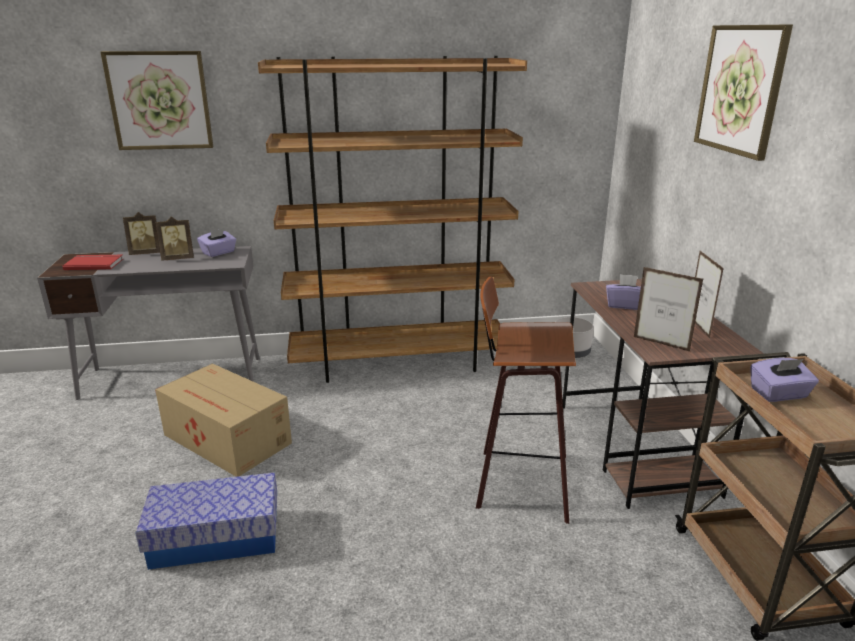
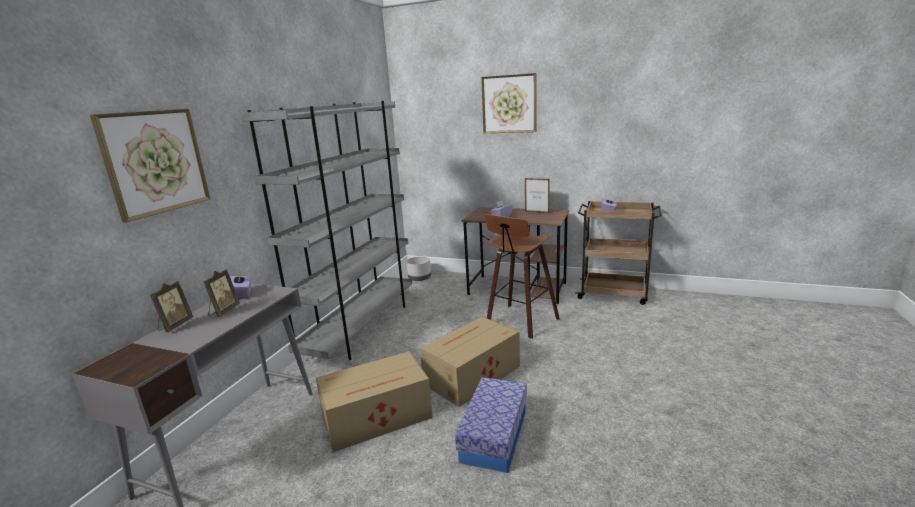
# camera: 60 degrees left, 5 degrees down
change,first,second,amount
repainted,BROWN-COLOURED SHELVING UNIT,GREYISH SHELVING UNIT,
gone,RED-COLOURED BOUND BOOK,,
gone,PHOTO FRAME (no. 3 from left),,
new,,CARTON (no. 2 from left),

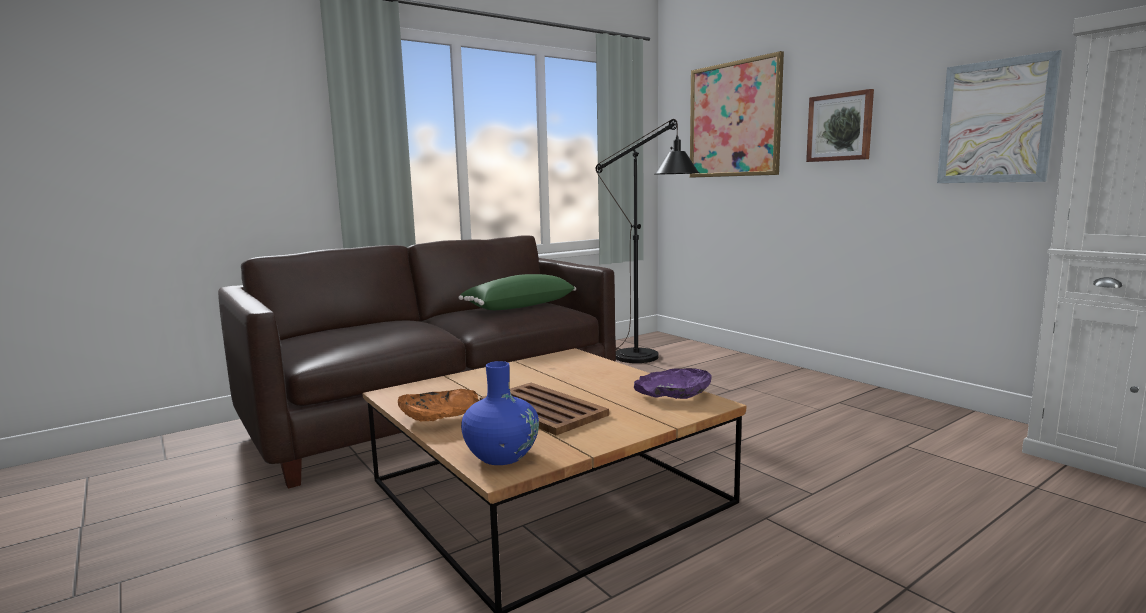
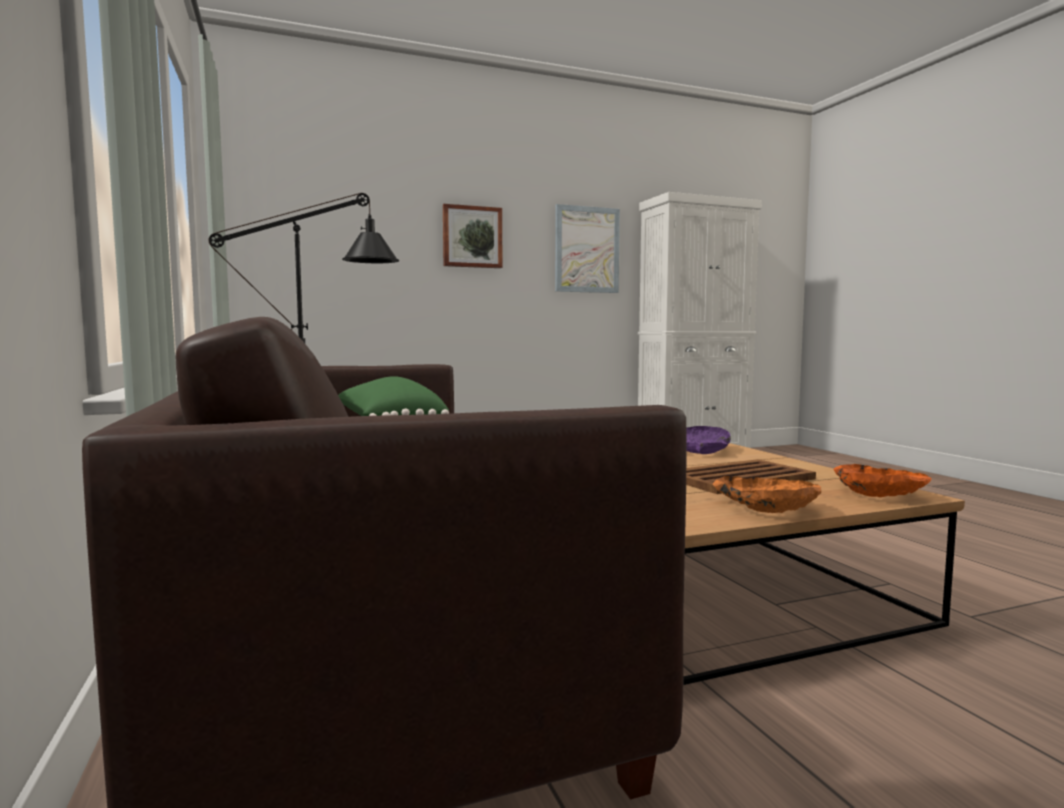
# camera: 75 degrees left, 5 degrees down
change,first,second,amount
gone,WALL ART (no. 1 from left),,
swapped,BLUE VASE,ORANGE-COLOURED DEEP DISH (no. 2 from left),

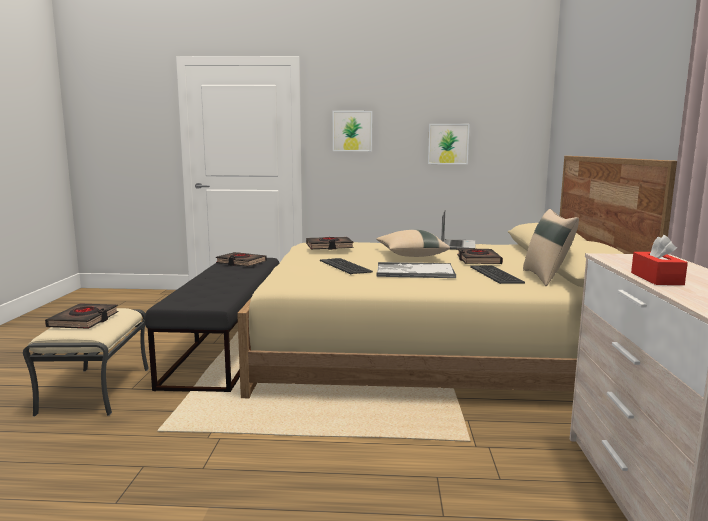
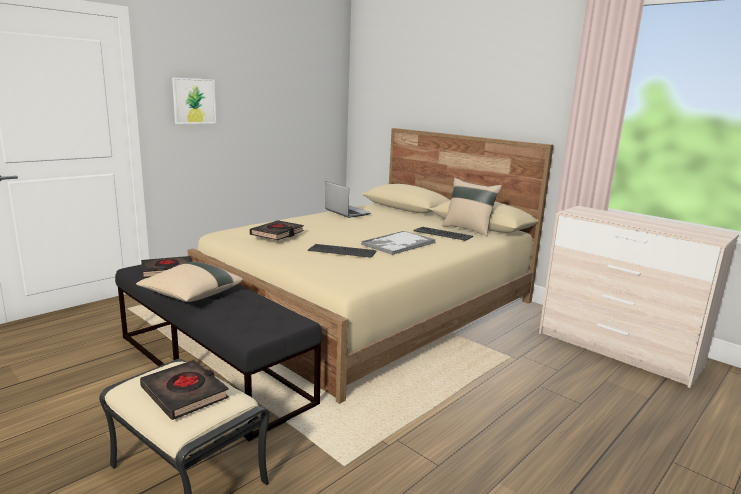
# camera: 50 degrees left, 5 degrees up
change,first,second,amount
gone,WALL ART (no. 2 from left),,
shifted,BEIGE THROW PILLOW (no. 1 from left),,
gone,RED-COLOURED BOX OF TISSUES,,
gone,BLACKISH BOUND BOOK (no. 4 from left),,

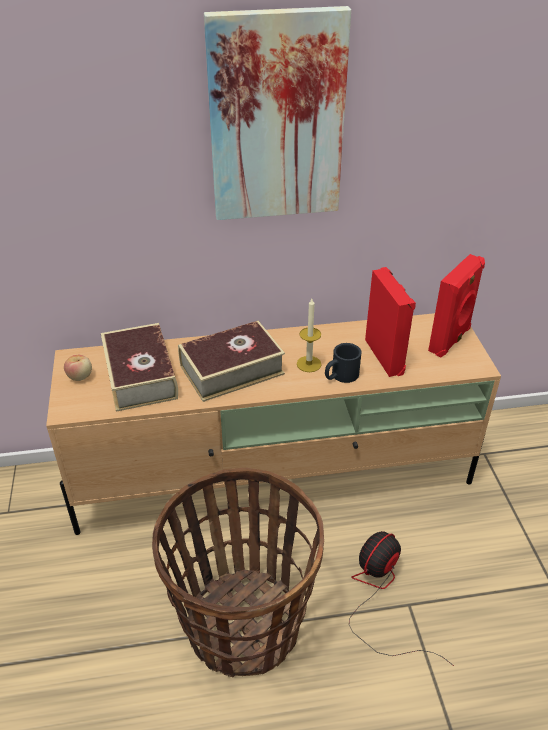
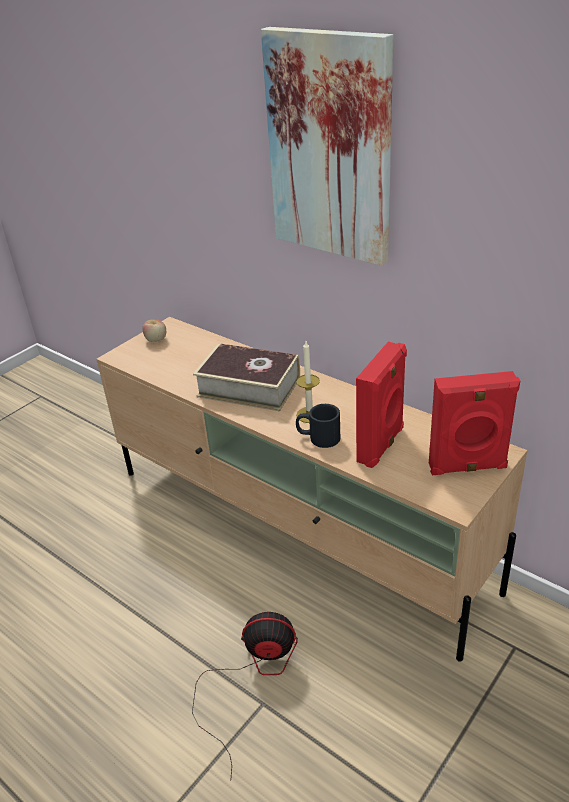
# camera: 50 degrees right, 5 degrees down
change,first,second,amount
gone,BOUND BOOK (no. 1 from left),,
gone,HOUSEHOLD BASKET,,

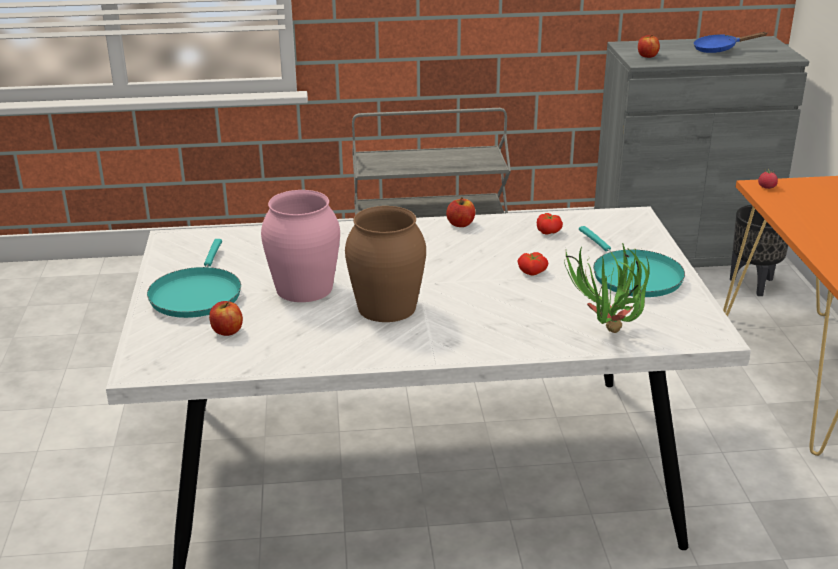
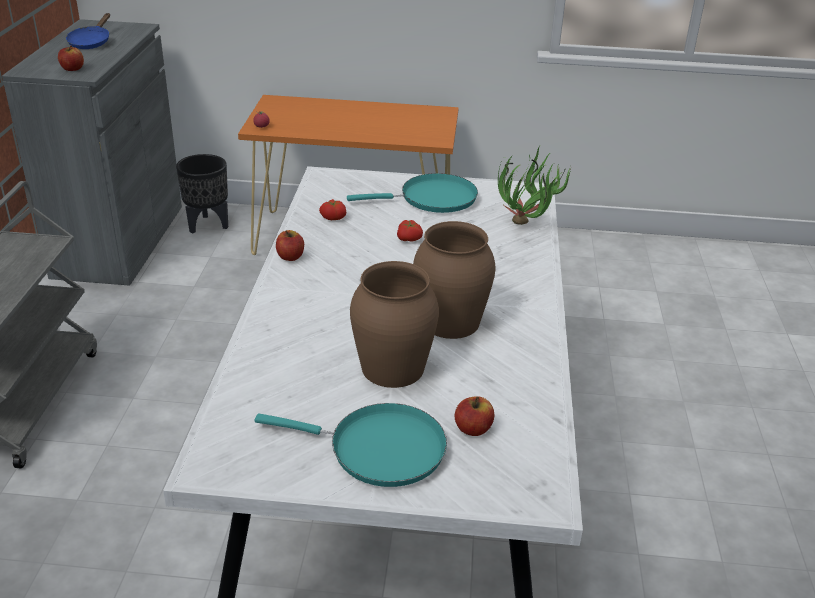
# camera: 80 degrees left, 5 degrees up
change,first,second,amount
repainted,PINK-COLOURED VASE,BROWN-COLOURED VASE (no. 1 from left),

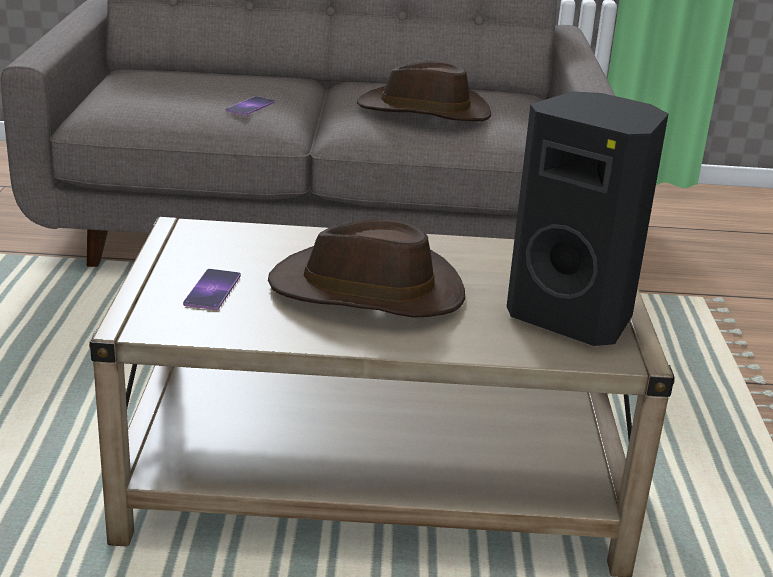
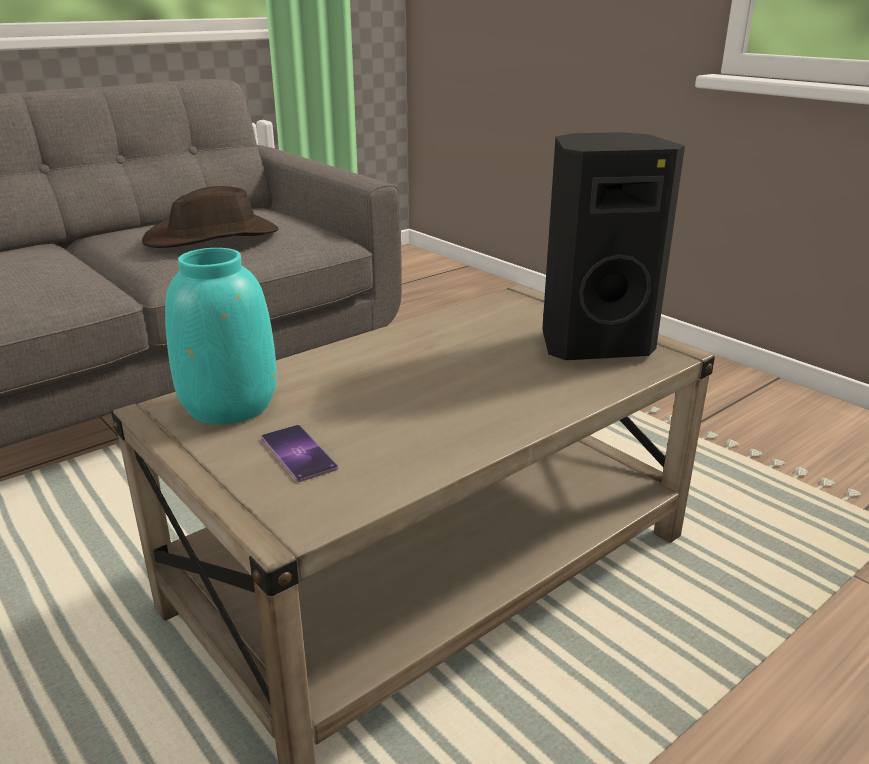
# camera: 40 degrees left, 0 degrees up
change,first,second,amount
gone,PHONE (no. 2 from left),,
gone,BROWN-COLOURED CLOTHING HAT (no. 1 from left),,
new,,TURQUOISE VASE,

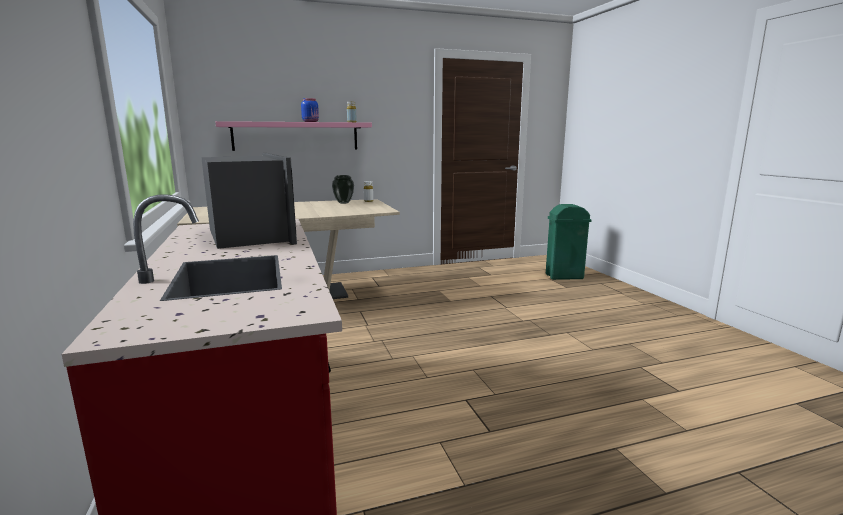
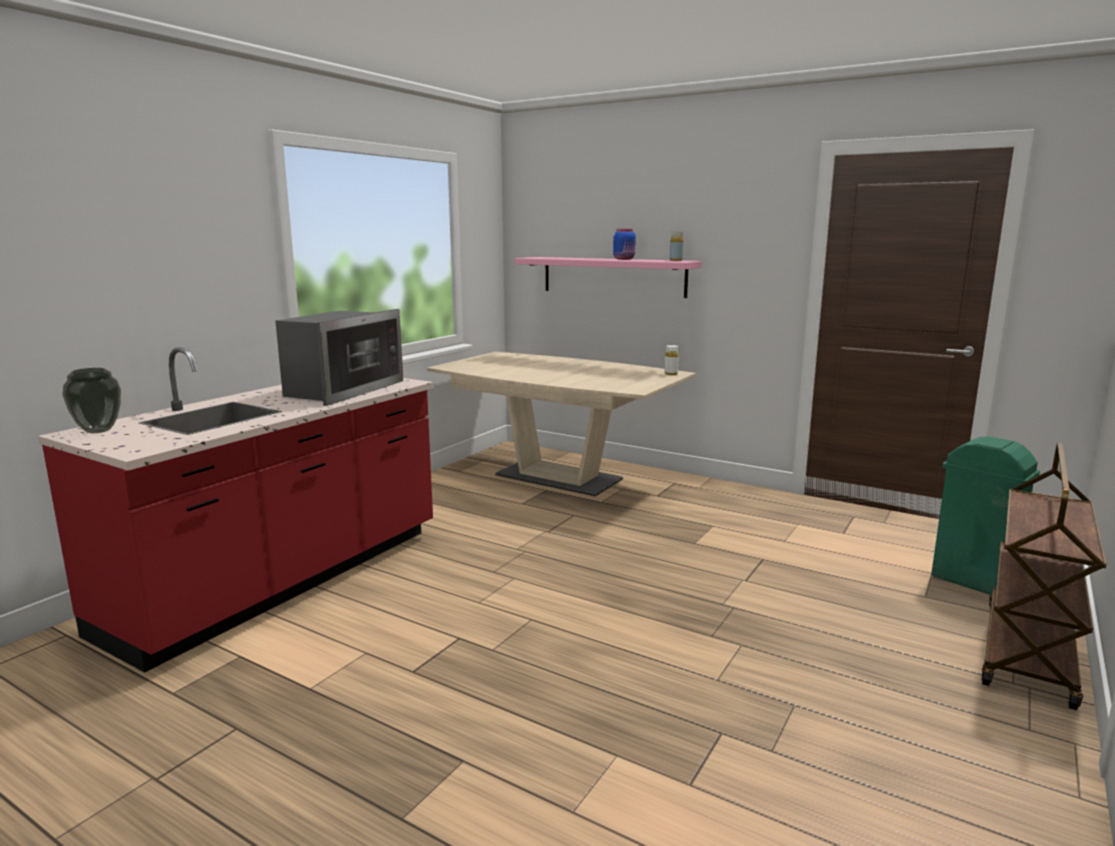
# camera: 50 degrees right, 0 degrees up
change,first,second,amount
shifted,VASE,,
new,,BROWN-COLOURED WHEELED CART,

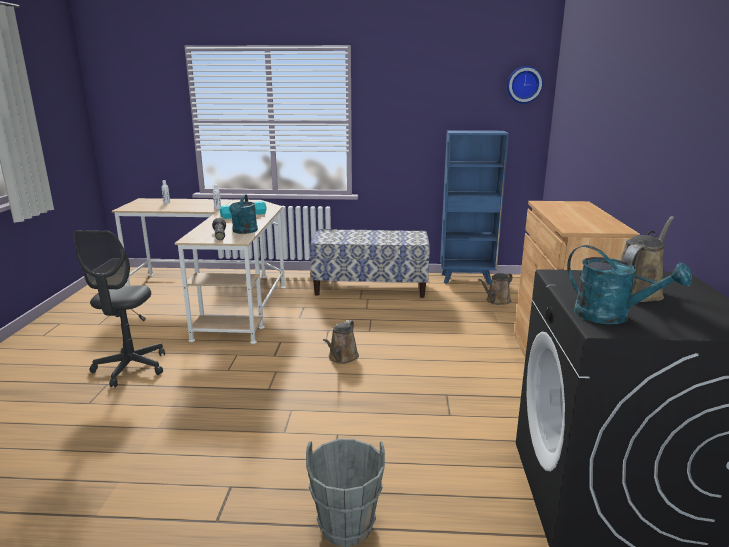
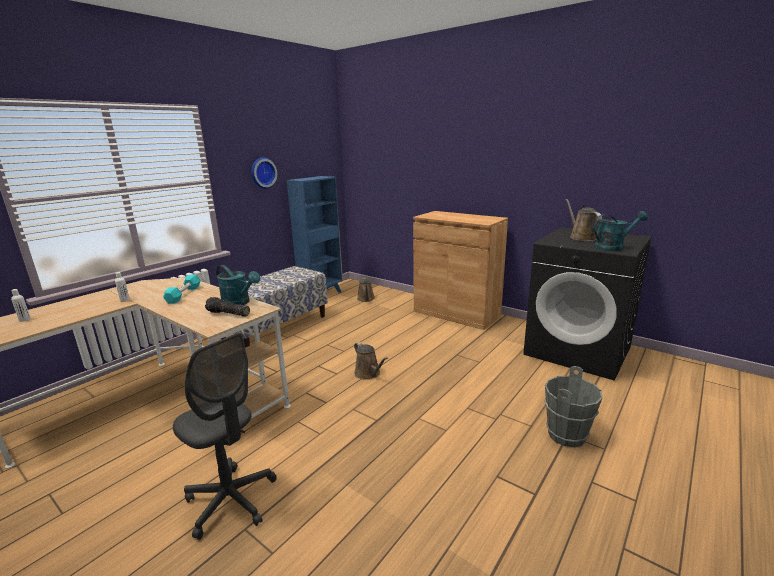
# camera: 55 degrees left, 0 degrees up
change,first,second,amount
shifted,HANGING CLOCK,,

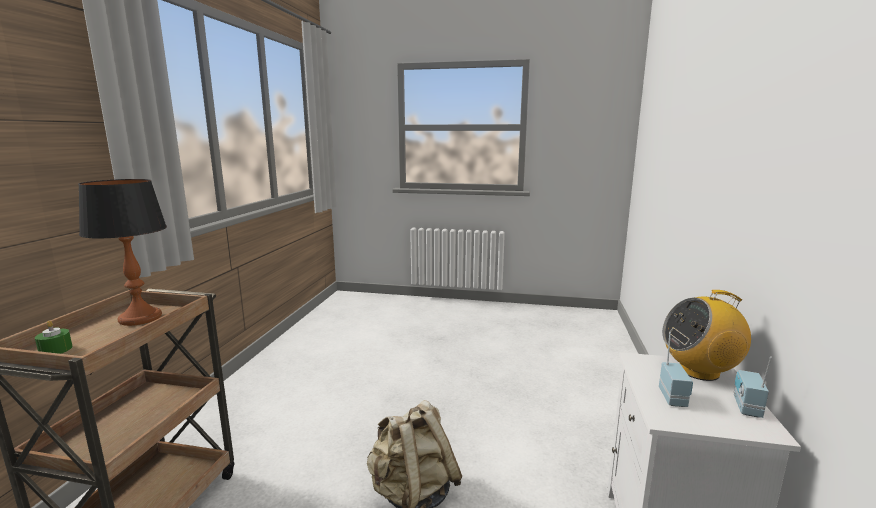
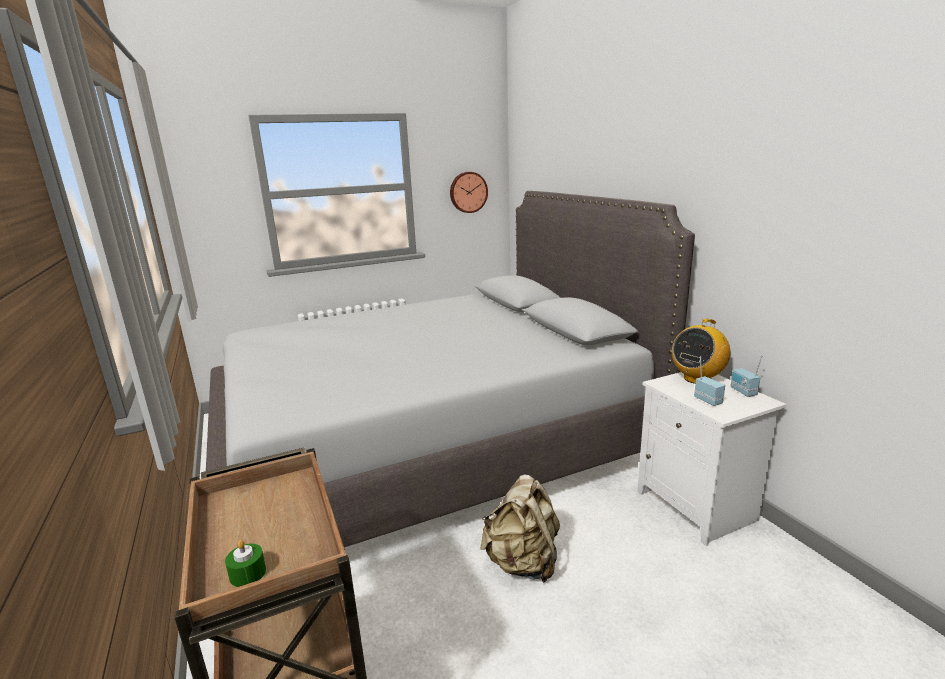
# camera: 35 degrees left, 5 degrees up
change,first,second,amount
gone,TABLE LAMP,,
new,,HANGING CLOCK,
new,,GREYISH SLEEPING BED,

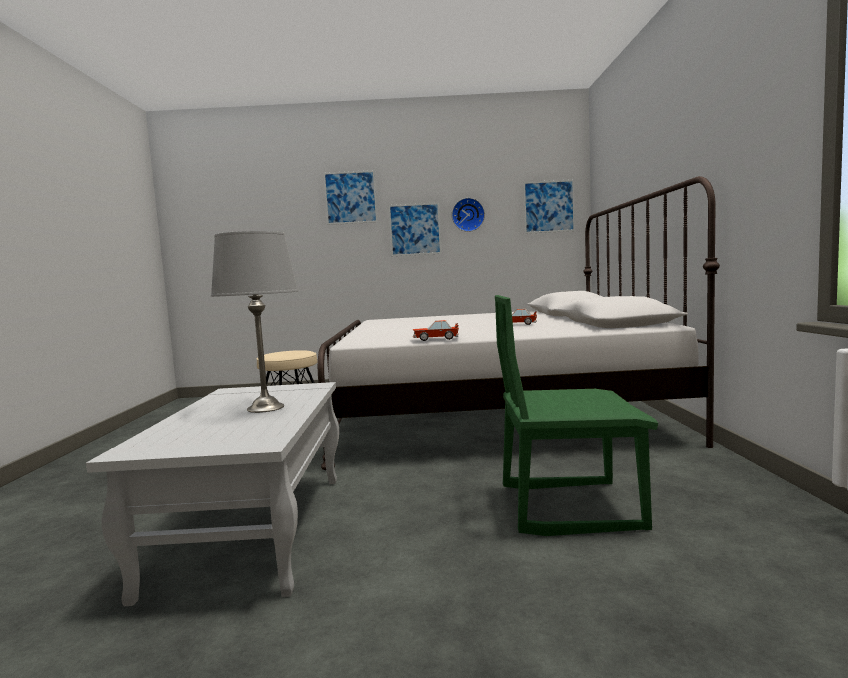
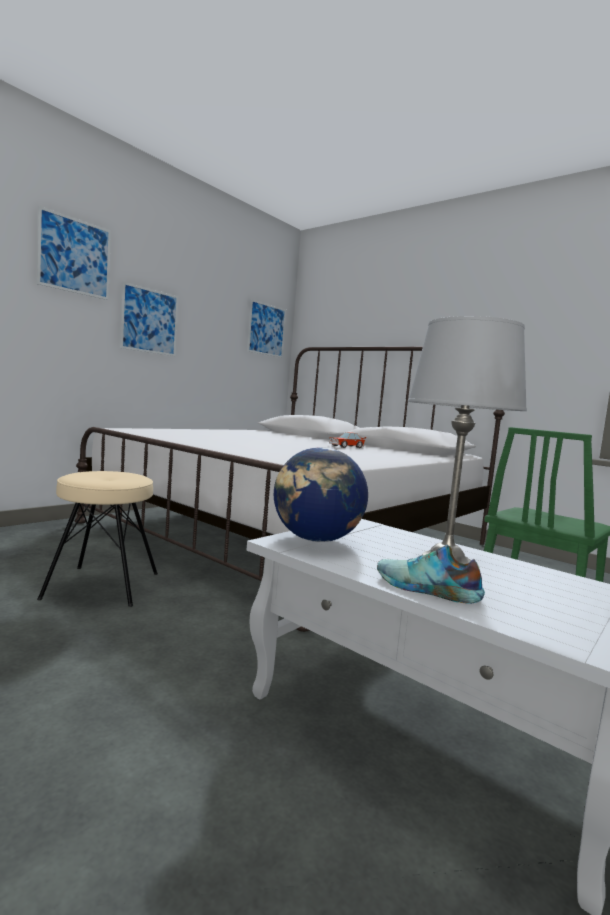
# camera: 50 degrees left, 0 degrees up
change,first,second,amount
gone,HANGING CLOCK,,
gone,TOY CAR (no. 1 from left),,
new,,DESK GLOBE,
new,,ITEM OF FOOTWEAR,

